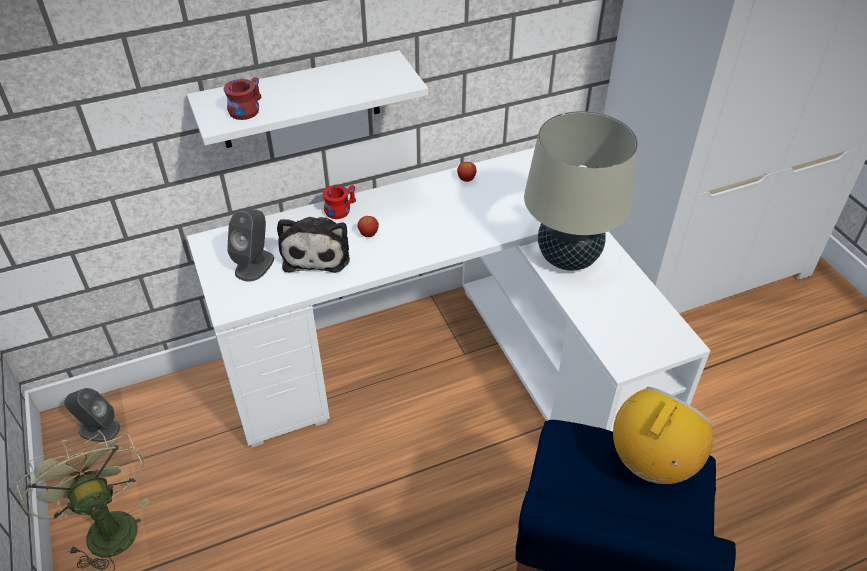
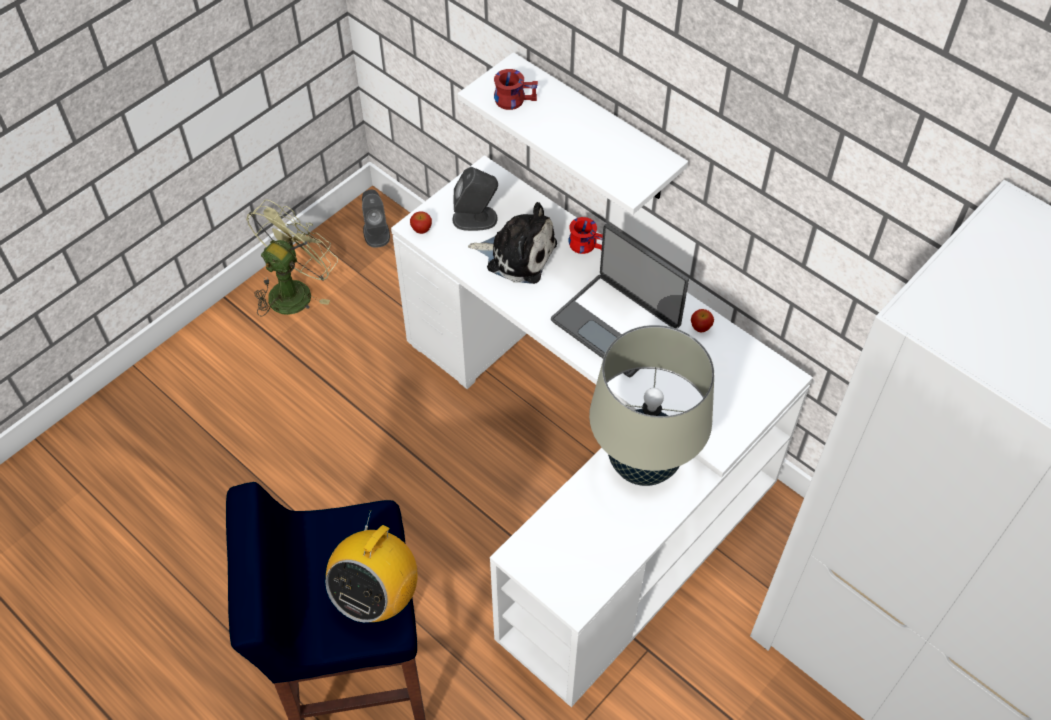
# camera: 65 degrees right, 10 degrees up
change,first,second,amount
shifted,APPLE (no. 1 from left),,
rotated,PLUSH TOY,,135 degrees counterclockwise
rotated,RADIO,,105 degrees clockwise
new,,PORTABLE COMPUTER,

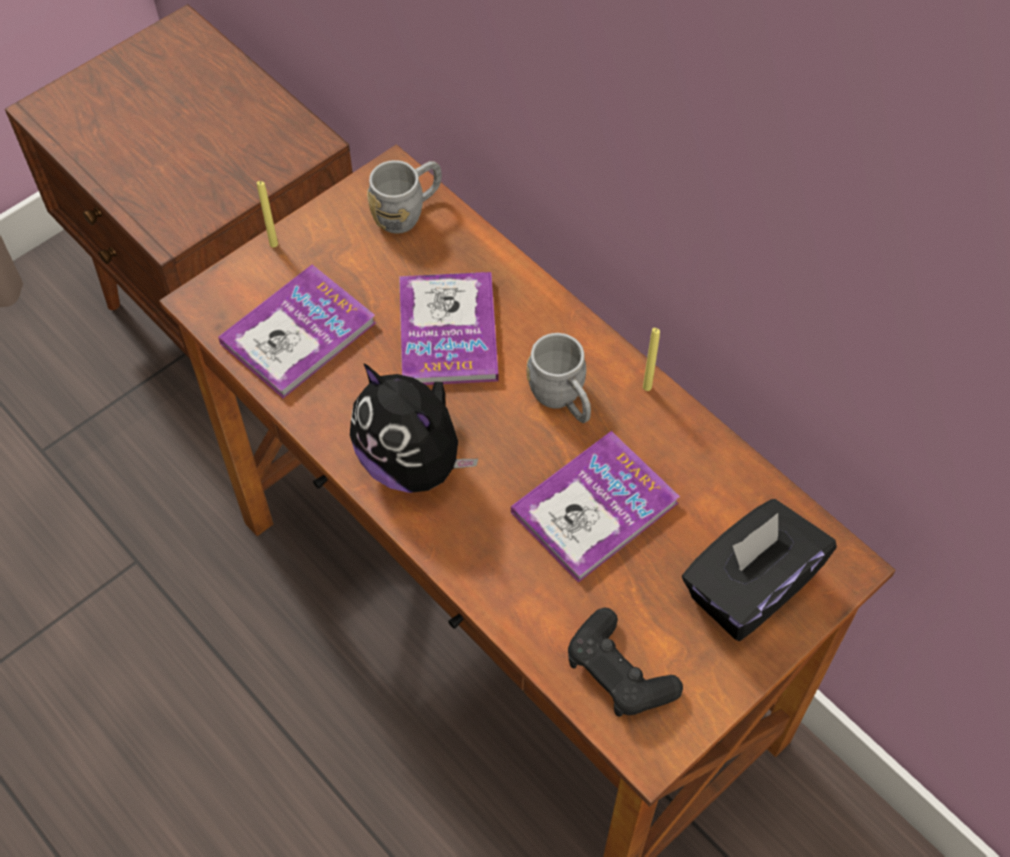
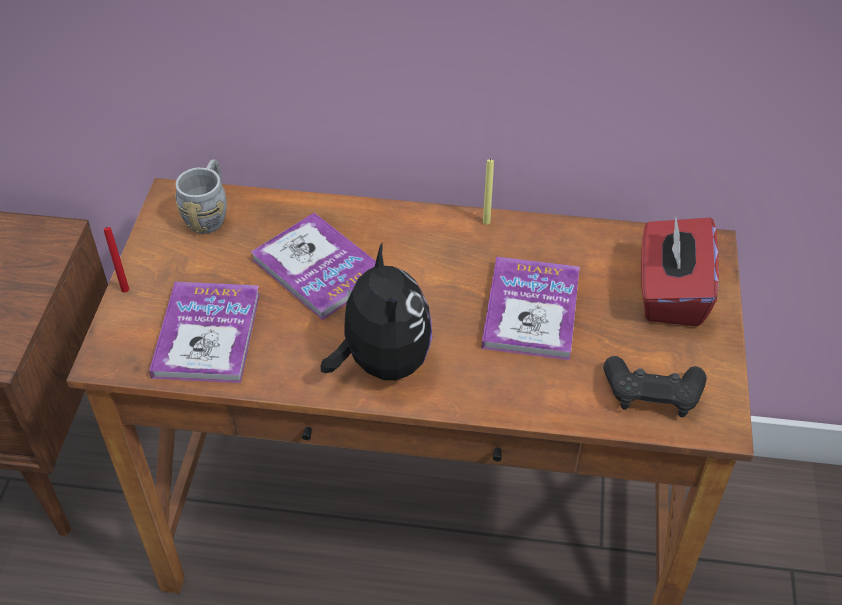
# camera: 40 degrees left, 10 degrees down
change,first,second,amount
repainted,YELLOWISH CANDLE (no. 1 from left),RED-COLOURED CANDLE,
gone,GREYISH MUG (no. 2 from left),,
rotated,PLUSH TOY,,105 degrees counterclockwise
repainted,BLACKISH BOX OF TISSUES,RED-COLOURED BOX OF TISSUES,

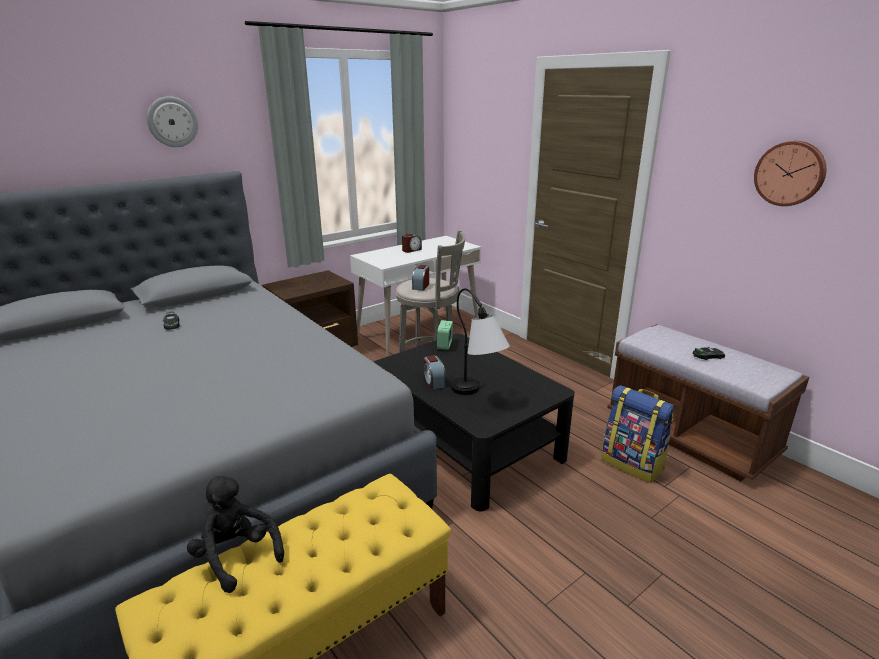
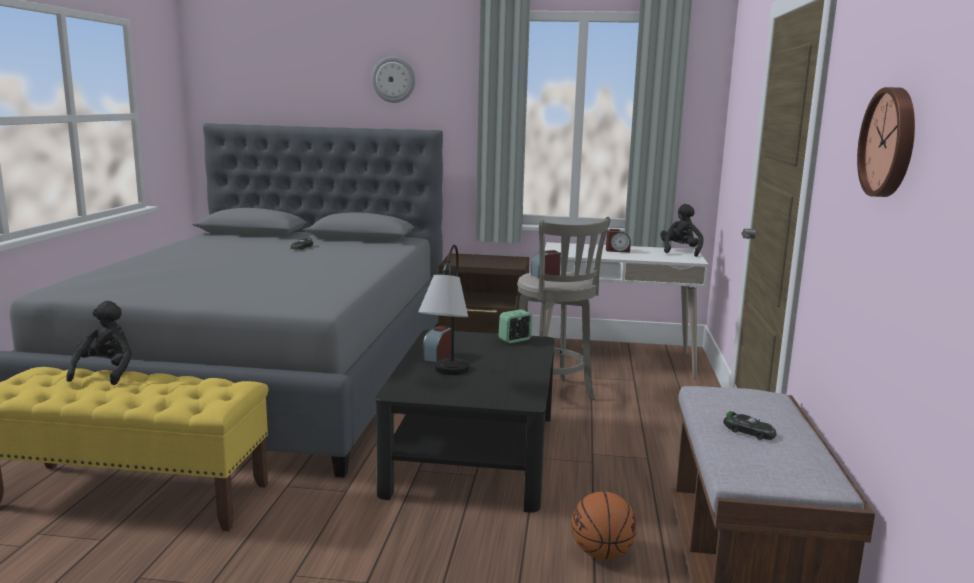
# camera: 45 degrees right, 10 degrees down
change,first,second,amount
swapped,RUCKSACK,BASKETBALL BALL,
new,,BLACKISH PLUSH TOY (no. 2 from left),

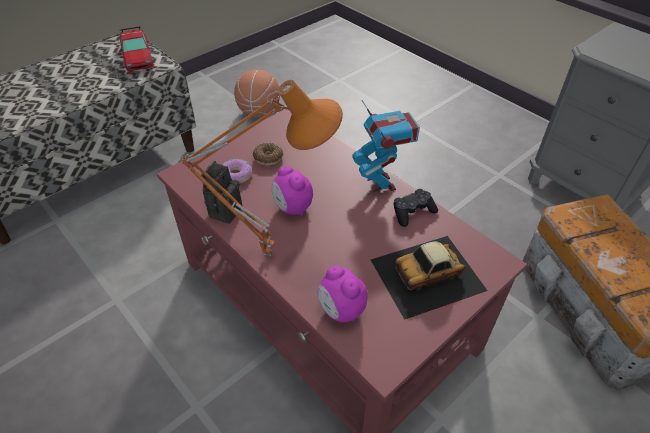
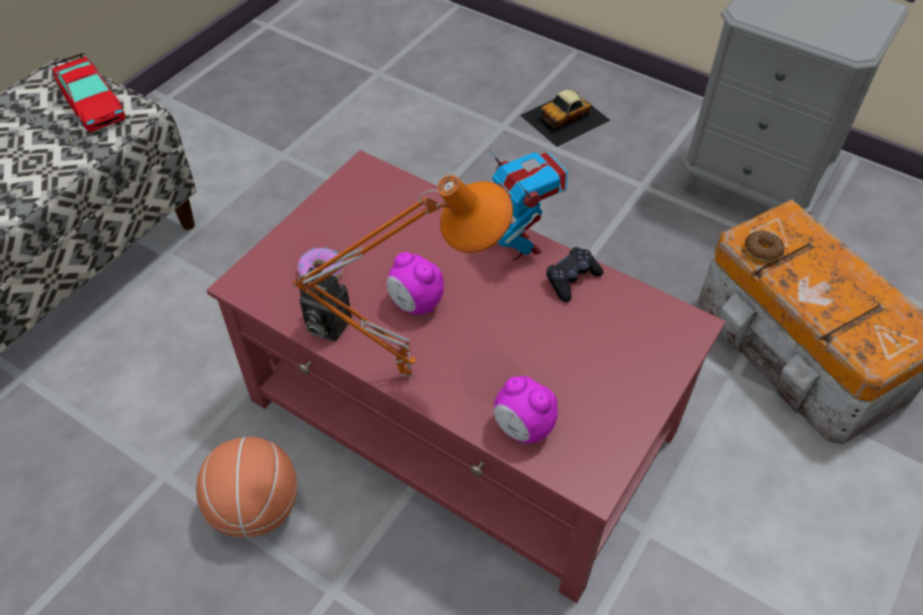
# camera: 15 degrees left, 5 degrees up
change,first,second,amount
shifted,BASKETBALL BALL,,
shifted,DOUGHNUT (no. 2 from left),,
rotated,PHOTO CAMERA,,75 degrees counterclockwise
shifted,TOY CAR (no. 2 from left),,

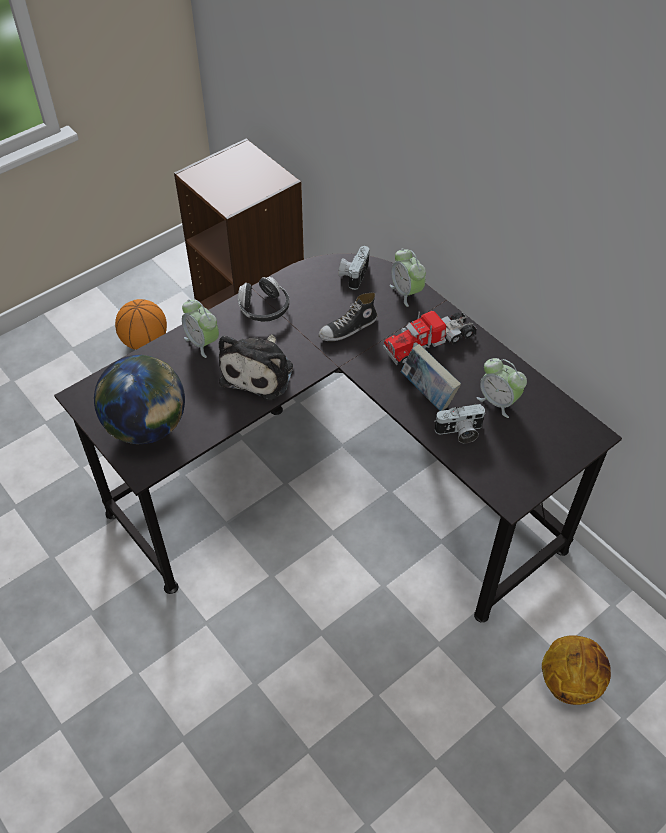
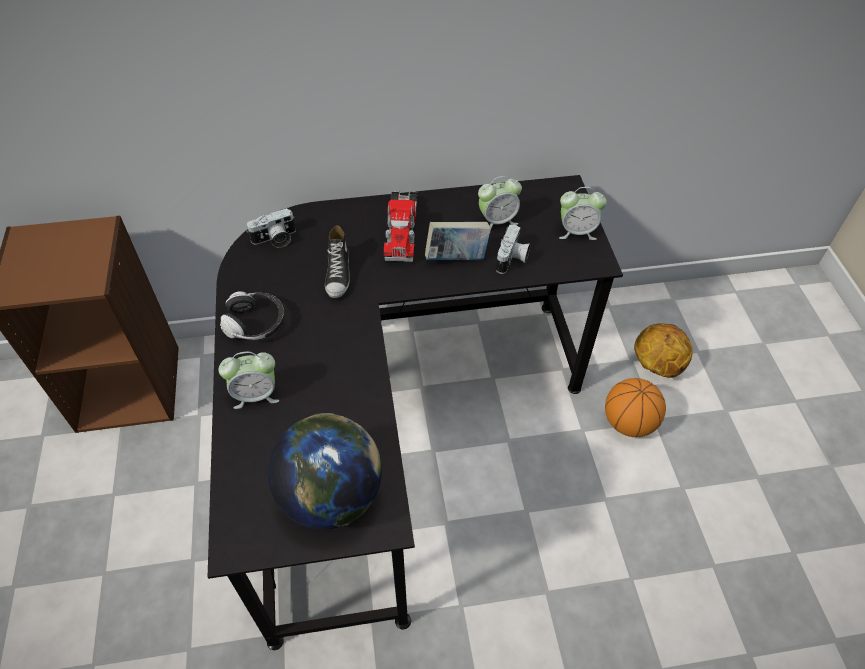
# camera: 60 degrees left, 0 degrees up
change,first,second,amount
rotated,PHOTO CAMERA (no. 1 from left),,75 degrees counterclockwise
shifted,ALARM CLOCK (no. 2 from left in the first image),ALARM CLOCK (no. 3 from left),
shifted,BASKETBALL BALL (no. 1 from left),,
gone,PLUSH TOY,,

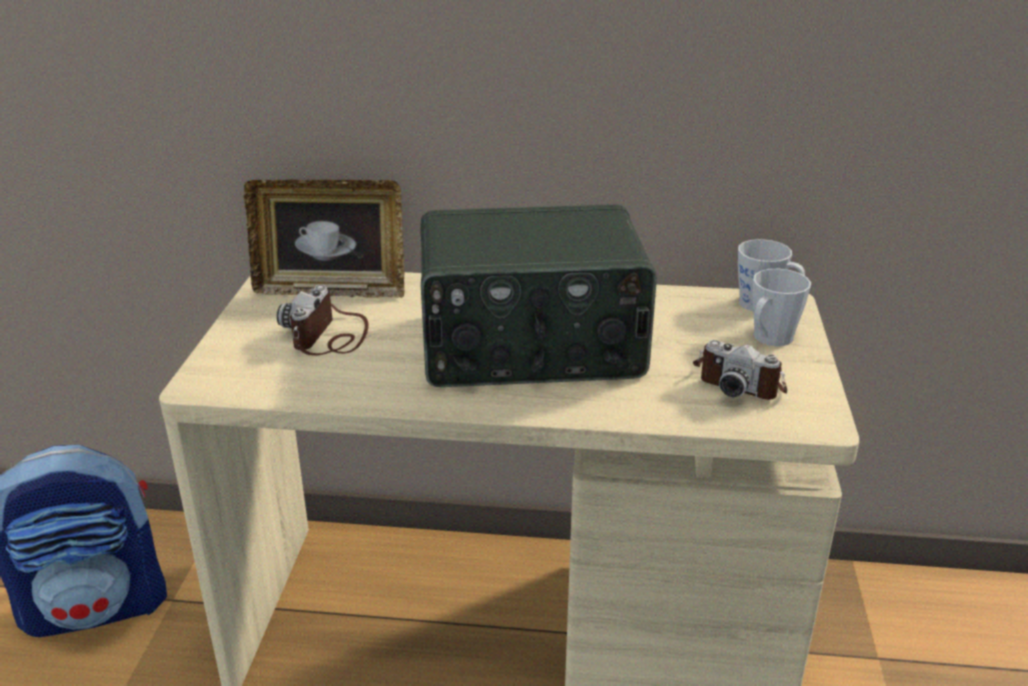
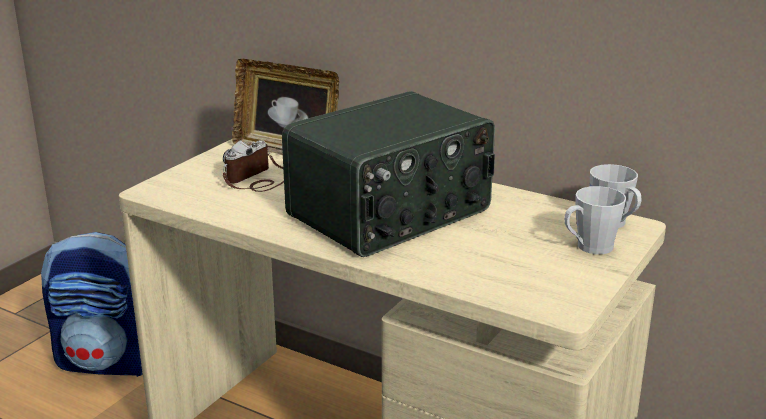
# camera: 25 degrees right, 5 degrees down
change,first,second,amount
rotated,RADIO,,60 degrees counterclockwise
gone,PHOTO CAMERA (no. 2 from left),,

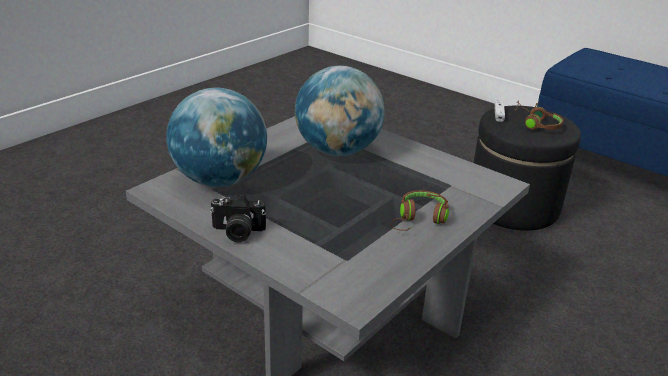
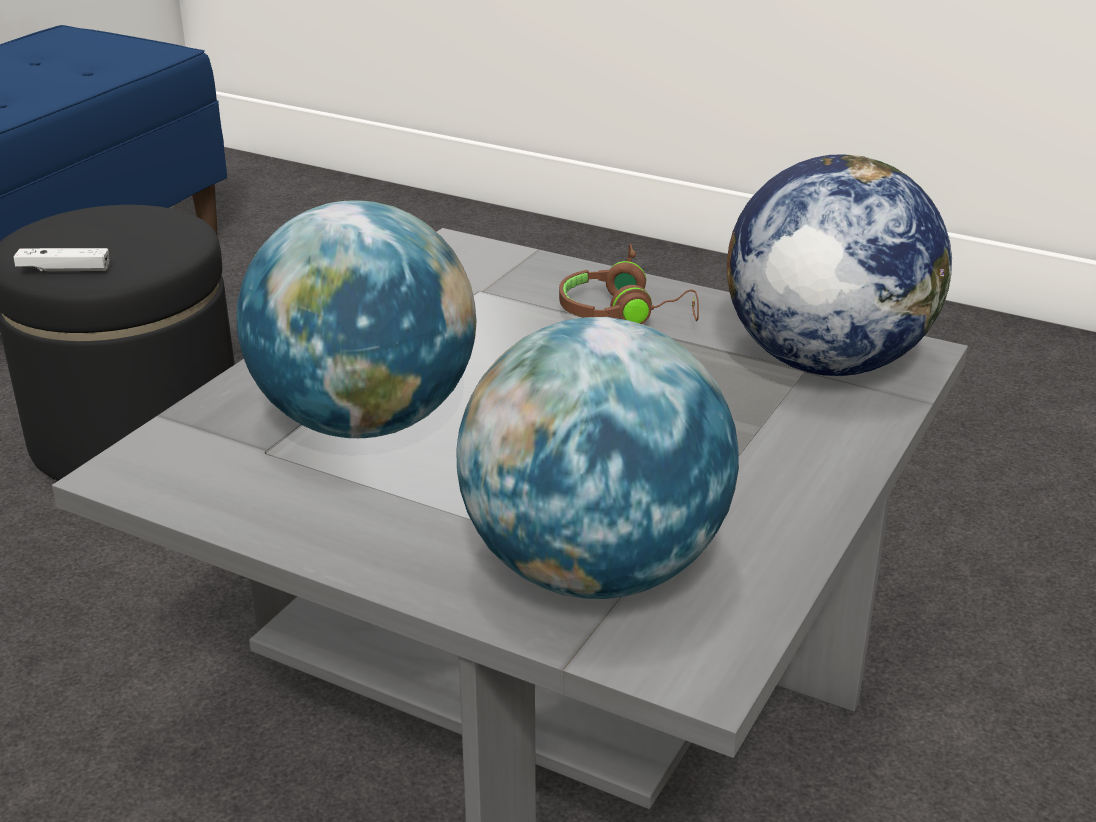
# camera: 100 degrees left, 0 degrees up
change,first,second,amount
gone,BROWN-COLOURED HEADSET (no. 2 from left),,
gone,PHOTO CAMERA,,
new,,DESK GLOBE (no. 3 from left),

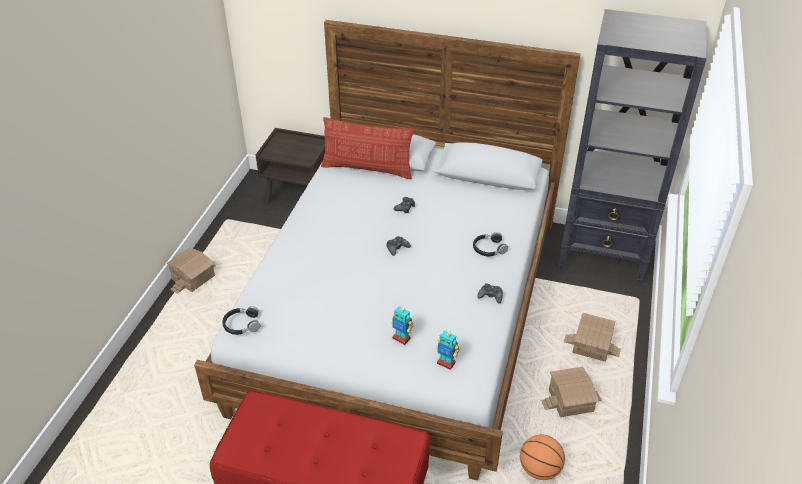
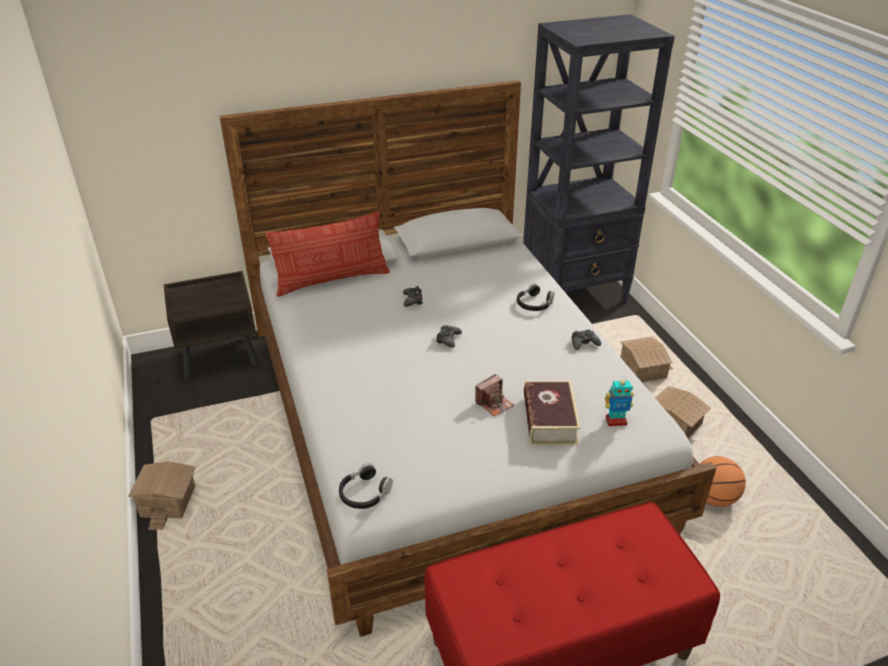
# camera: 35 degrees left, 5 degrees down
change,first,second,amount
swapped,ROBOT FIGURE (no. 1 from left),BOUND BOOK,
new,,PHOTO CAMERA,

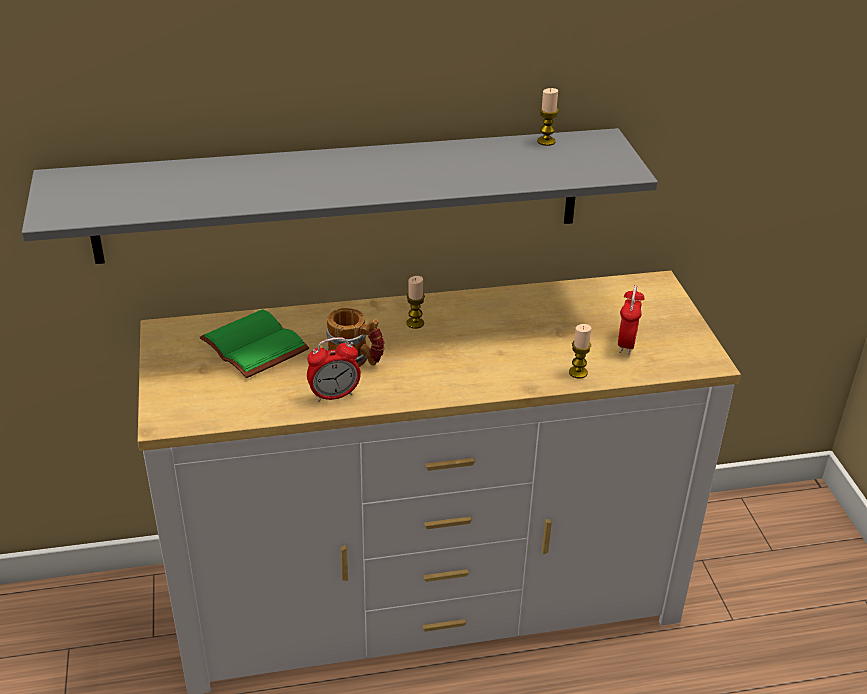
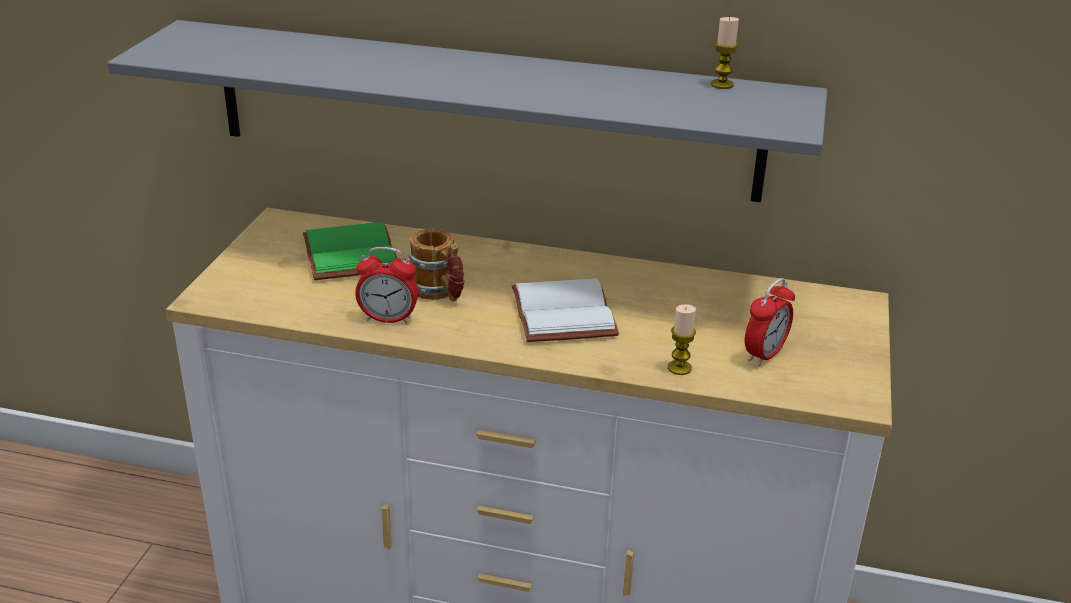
# camera: 25 degrees right, 5 degrees down
change,first,second,amount
gone,CANDLE (no. 1 from left),,
new,,WHITISH BOUND BOOK,

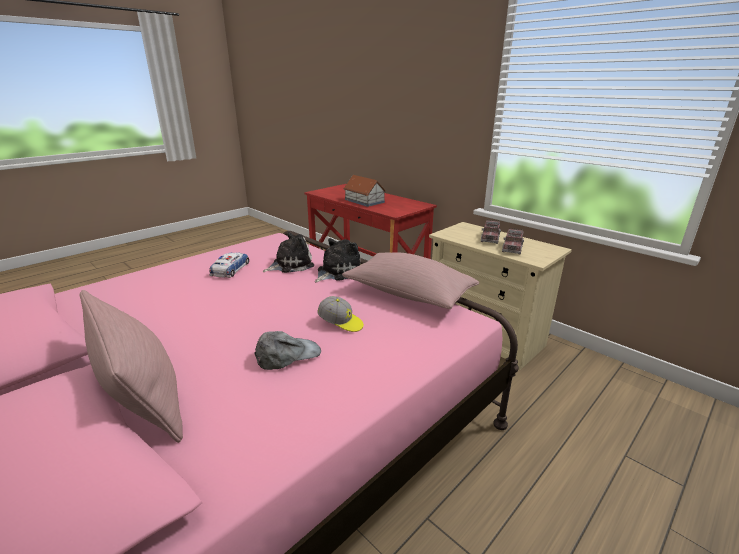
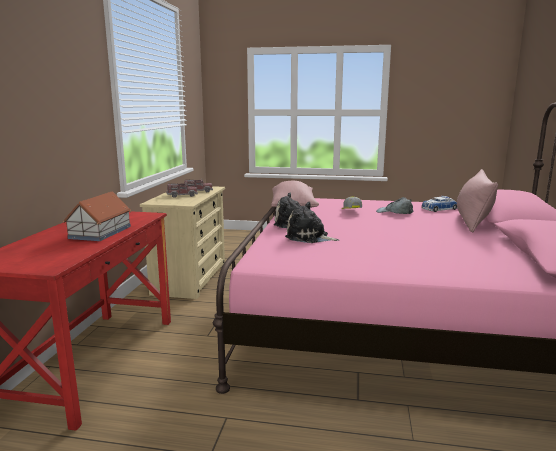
# camera: 125 degrees left, 10 degrees down
change,first,second,amount
shifted,TOY CAR,,

